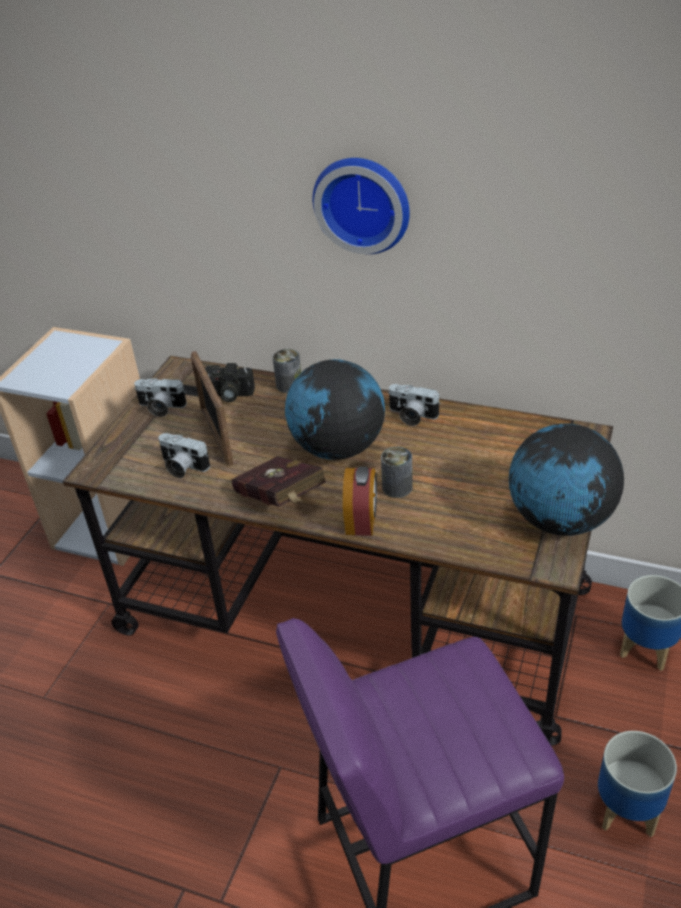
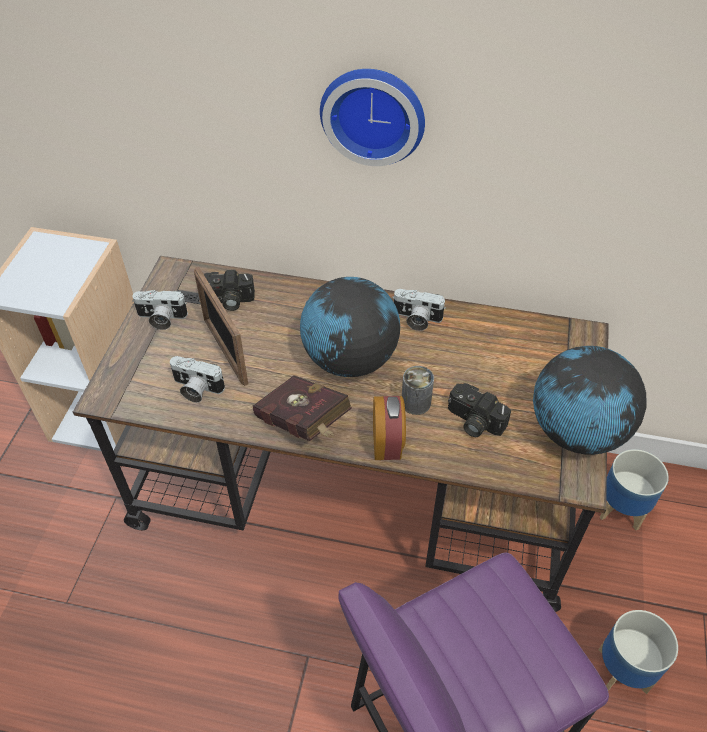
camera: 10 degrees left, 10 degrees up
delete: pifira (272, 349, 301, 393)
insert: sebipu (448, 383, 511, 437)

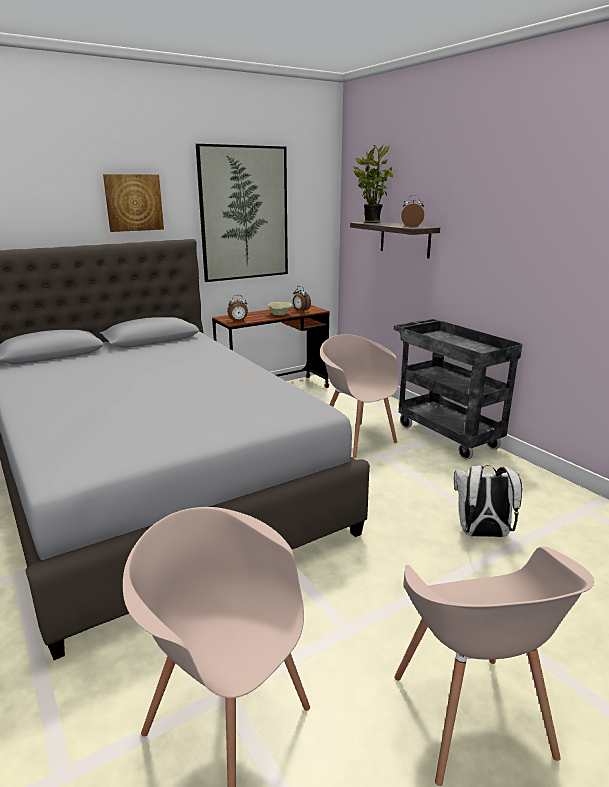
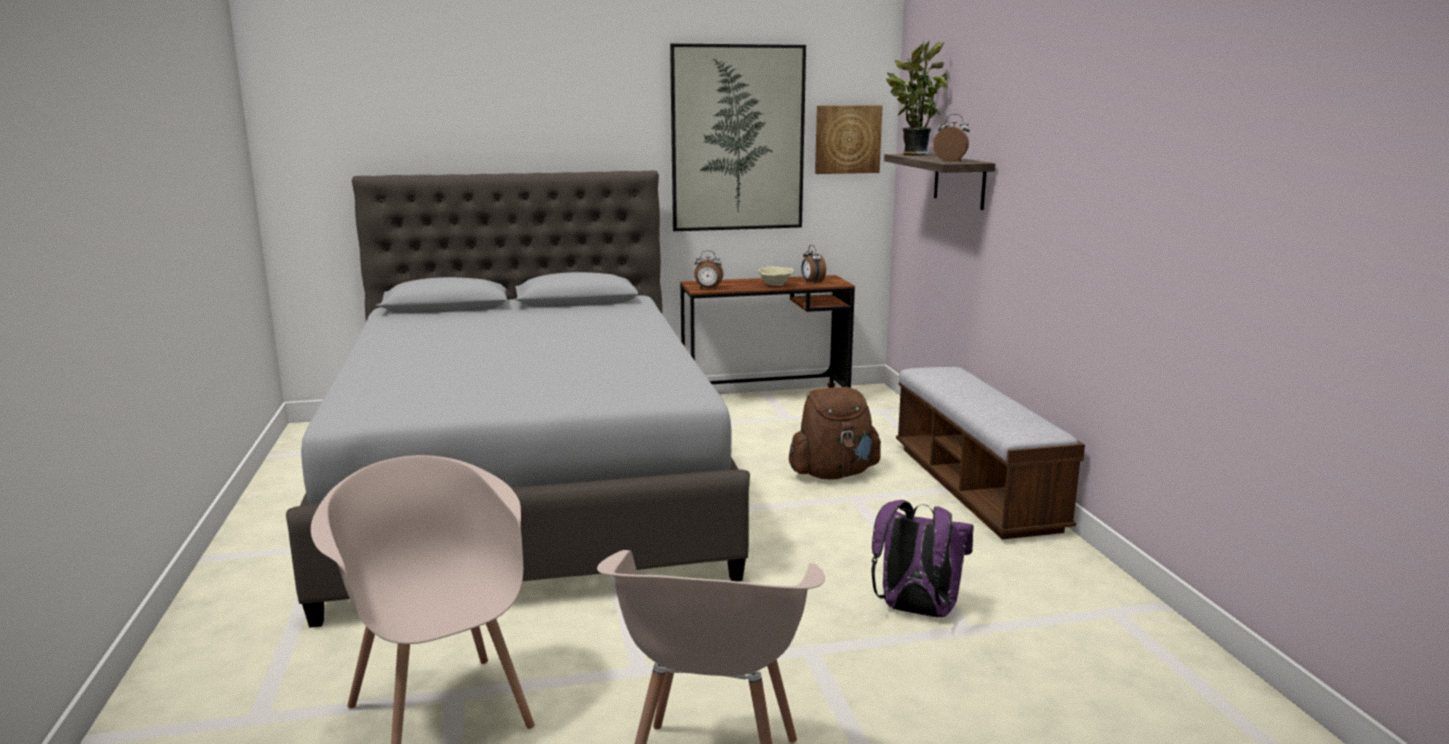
camera: 20 degrees right, 5 degrees down
move: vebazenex (103, 174, 164, 232) to (815, 105, 883, 174)
replace: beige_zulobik (320, 334, 398, 459) to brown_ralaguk (789, 387, 881, 479); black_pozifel (394, 319, 522, 460) to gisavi (896, 367, 1085, 540)
recolor: white_ralaguk (454, 465, 522, 537) to purple_ralaguk (871, 500, 974, 617)

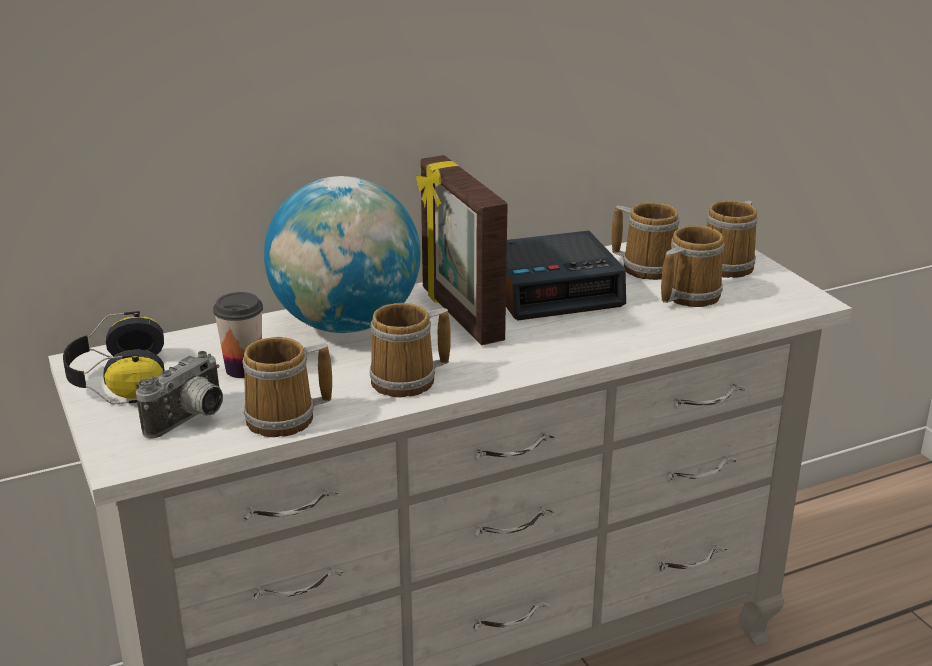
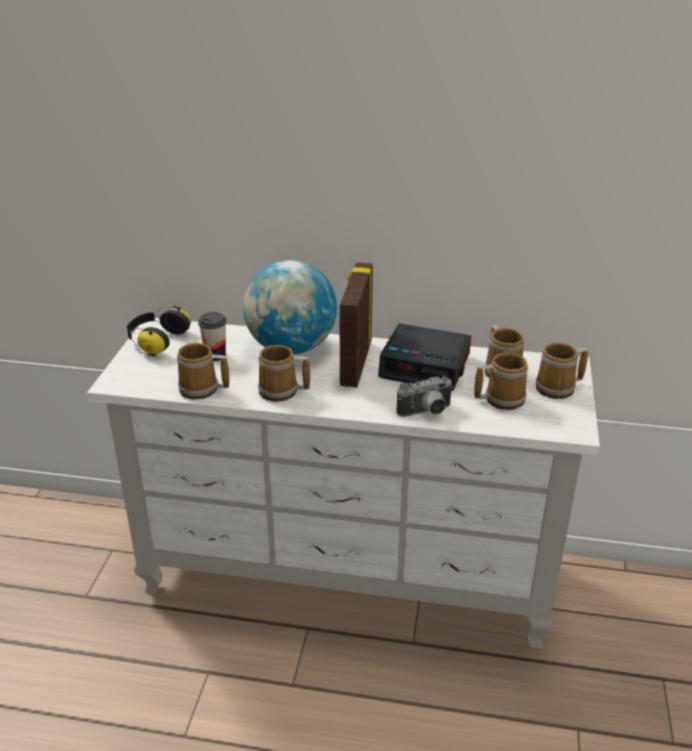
camera: 35 degrees right, 5 degrees up
move: sebipu (136, 351, 223, 438) to (397, 376, 453, 417)

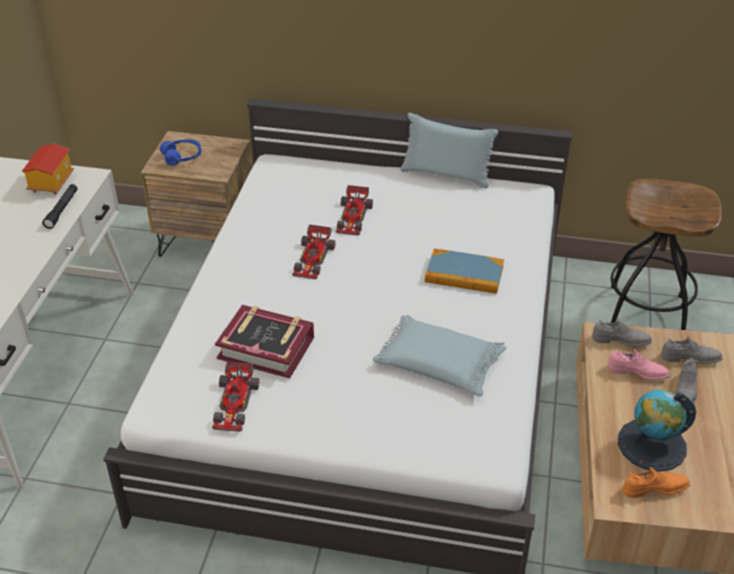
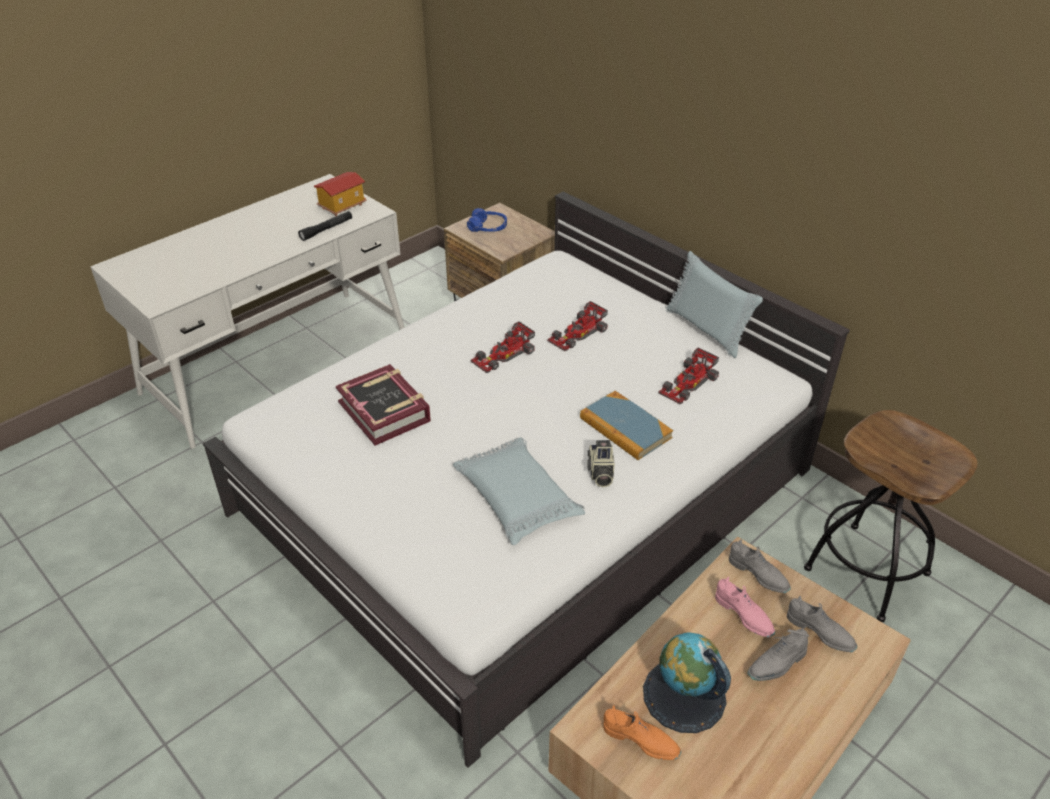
camera: 35 degrees right, 0 degrees up
insert: sebipu (587, 440, 615, 487)
move: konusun (212, 362, 260, 432) to (658, 347, 719, 404)

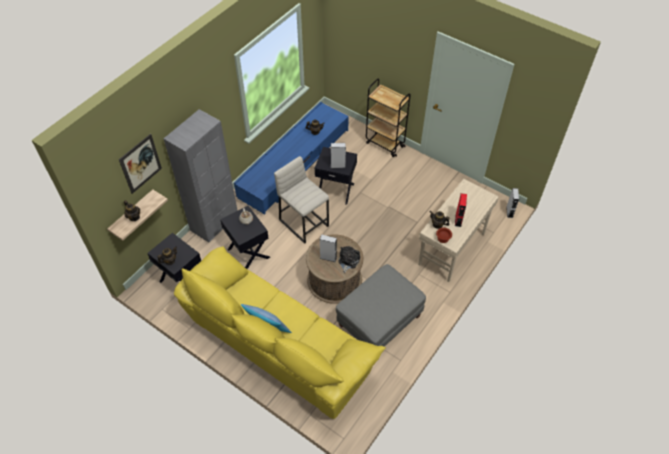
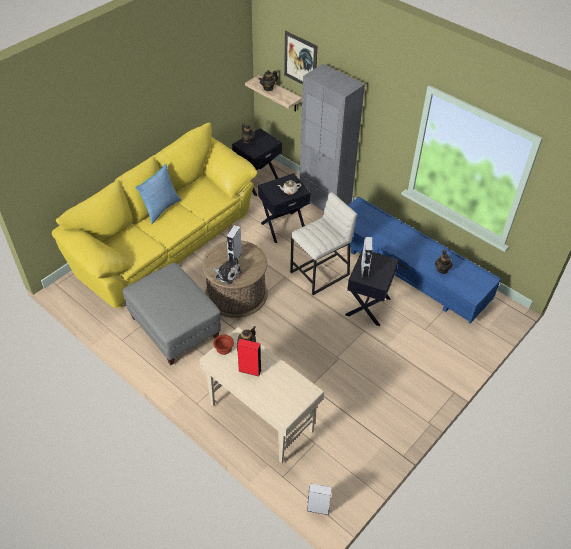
camera: 95 degrees right, 5 degrees down
delete: brown_pozifel (366, 79, 411, 157)

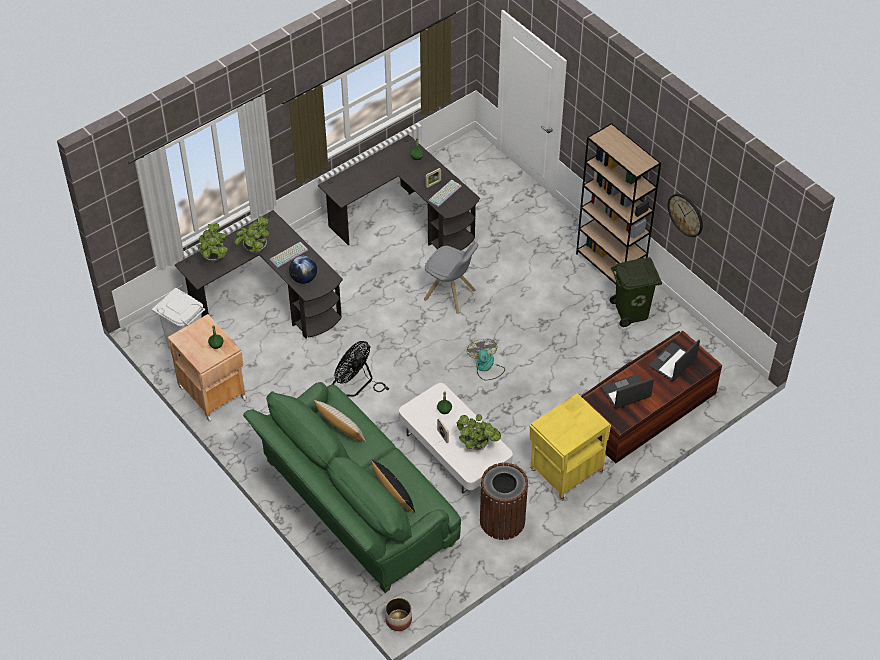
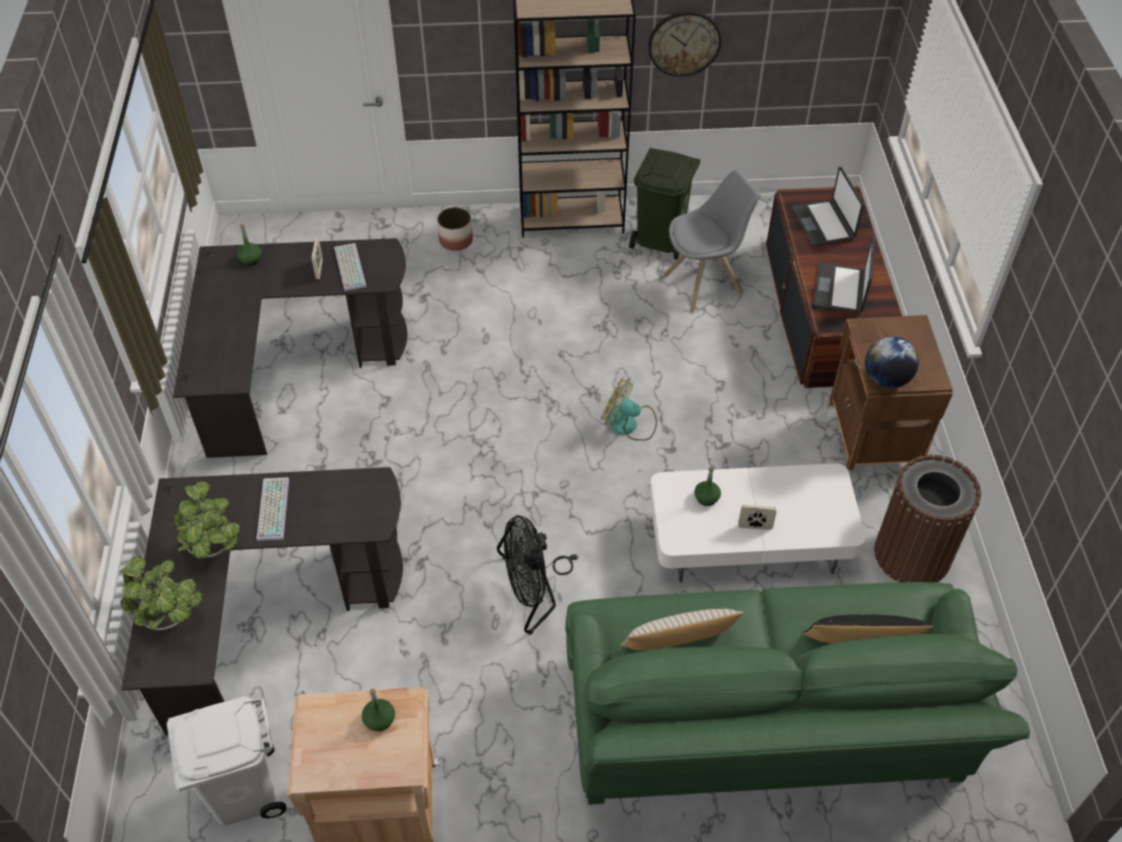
camera: 55 degrees left, 0 degrees up
delete: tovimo (456, 414, 501, 450)
move: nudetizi (385, 598, 412, 631) to (437, 207, 473, 251); grey_zulobik (424, 243, 478, 314) to (663, 170, 760, 313); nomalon (289, 256, 317, 284) to (865, 336, 919, 388)
recolor: yellow_pozifel (530, 393, 611, 501) to brown_pozifel (827, 315, 953, 473)

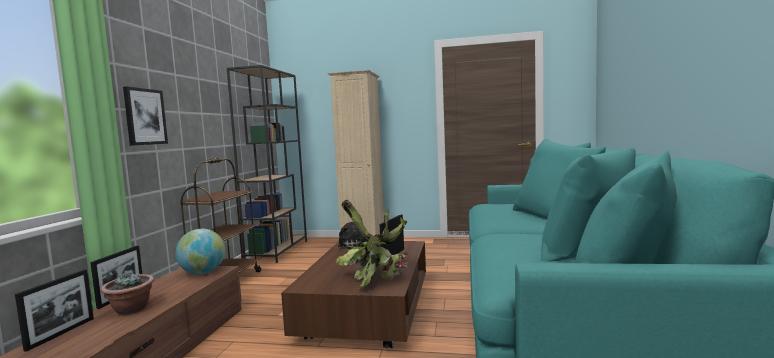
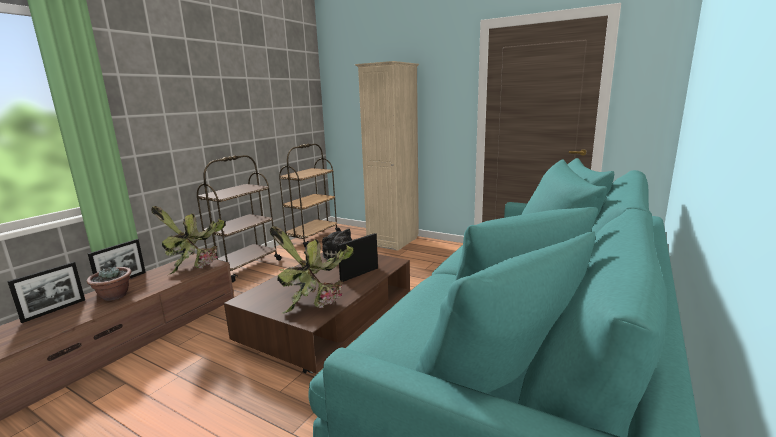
camera: 20 degrees right, 10 degrees up
delete: vebazenex (123, 86, 168, 146)
replace: nomalon (176, 229, 225, 275) to tovimo (151, 206, 226, 275); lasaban (227, 65, 307, 263) to brown_pozifel (279, 144, 341, 247)

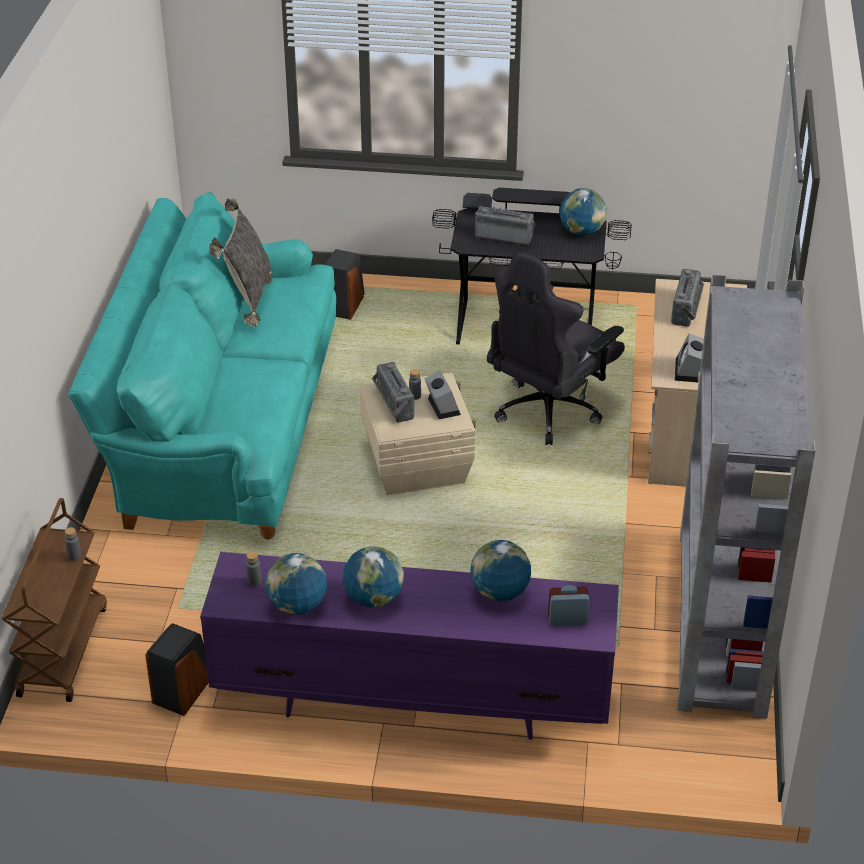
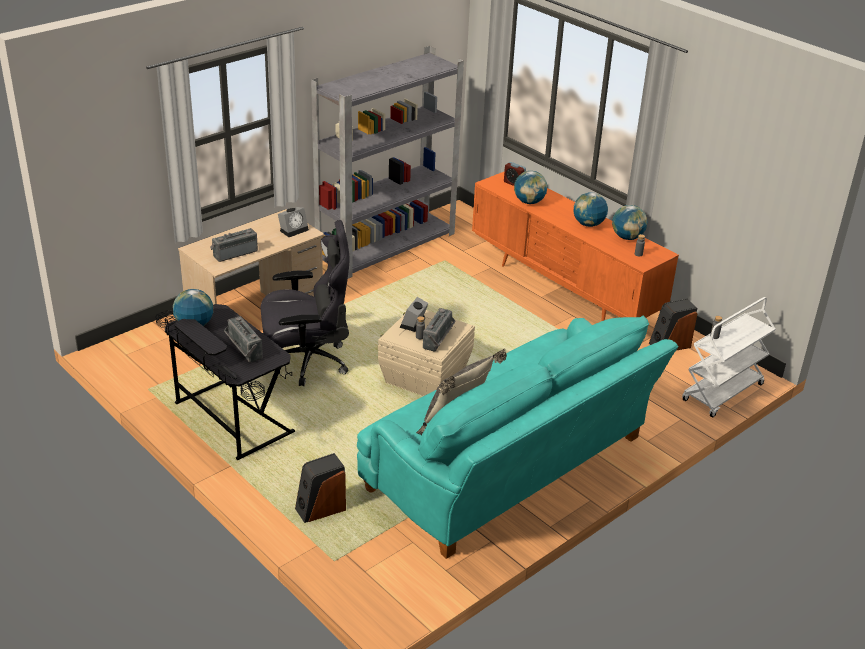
camera: 140 degrees left, 5 degrees down
recolor: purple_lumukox (200, 552, 619, 740) to orange_lumukox (472, 172, 679, 321); brown_pozifel (2, 498, 107, 702) to white_pozifel (682, 297, 776, 418)

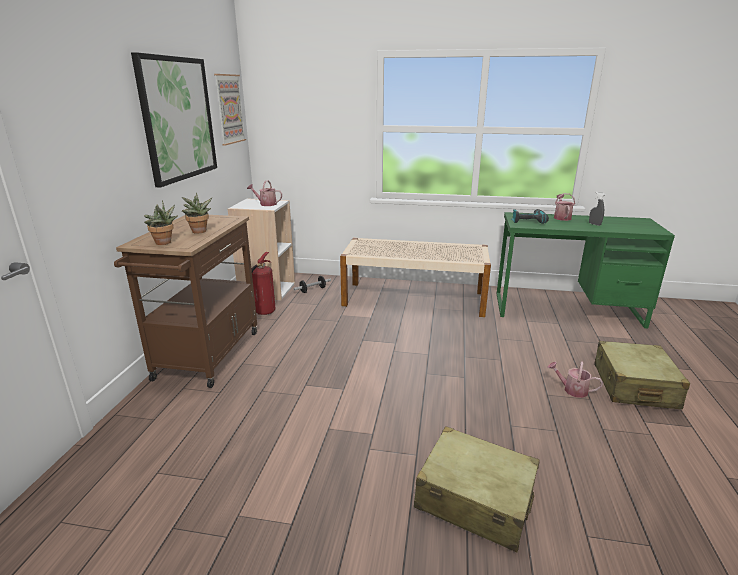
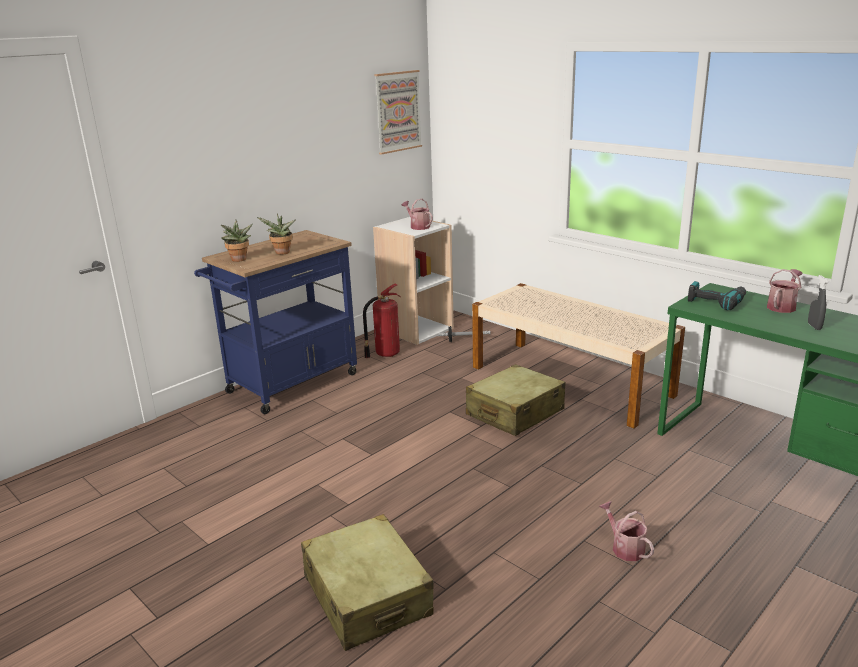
camera: 35 degrees right, 0 degrees up
delete: vebazenex (131, 52, 217, 187)
move: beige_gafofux (594, 341, 690, 409) to (466, 364, 565, 436)
recolor: brown_pozifel (114, 215, 258, 388) to blue_pozifel (194, 230, 357, 414)

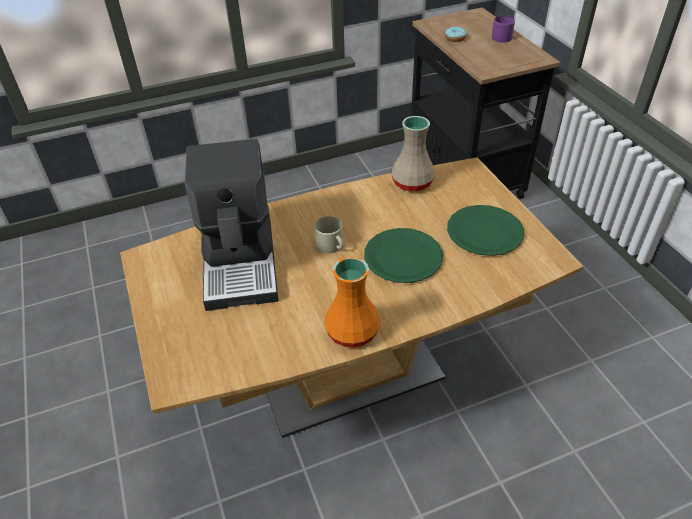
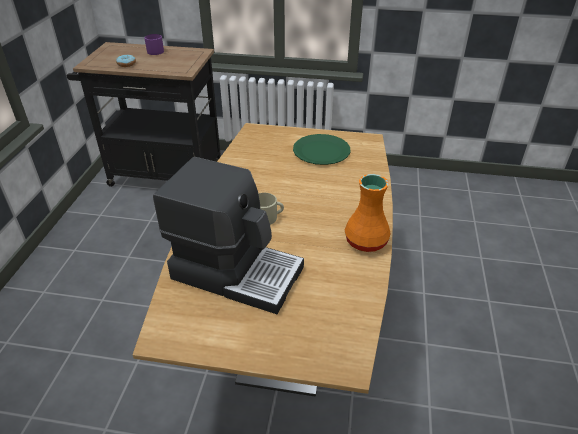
camera: 60 degrees left, 5 degrees down
delete: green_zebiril (364, 228, 443, 283); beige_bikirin (392, 116, 435, 192)

